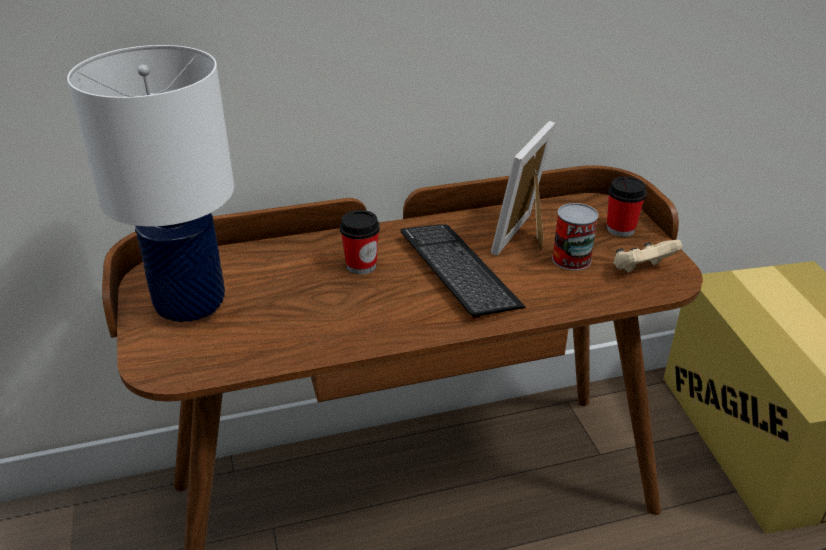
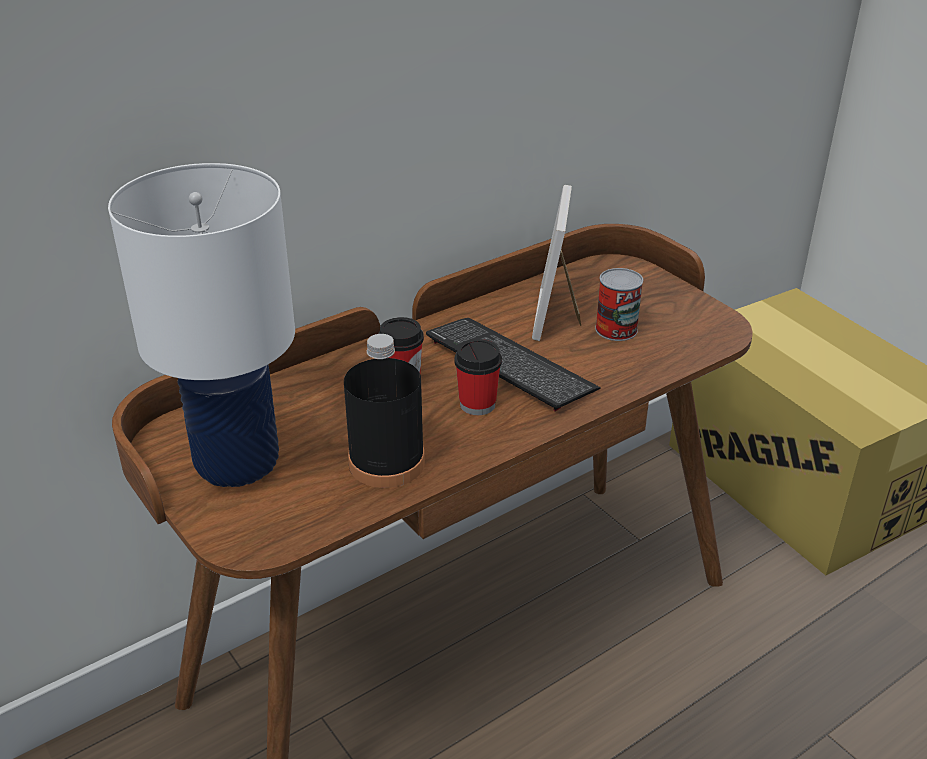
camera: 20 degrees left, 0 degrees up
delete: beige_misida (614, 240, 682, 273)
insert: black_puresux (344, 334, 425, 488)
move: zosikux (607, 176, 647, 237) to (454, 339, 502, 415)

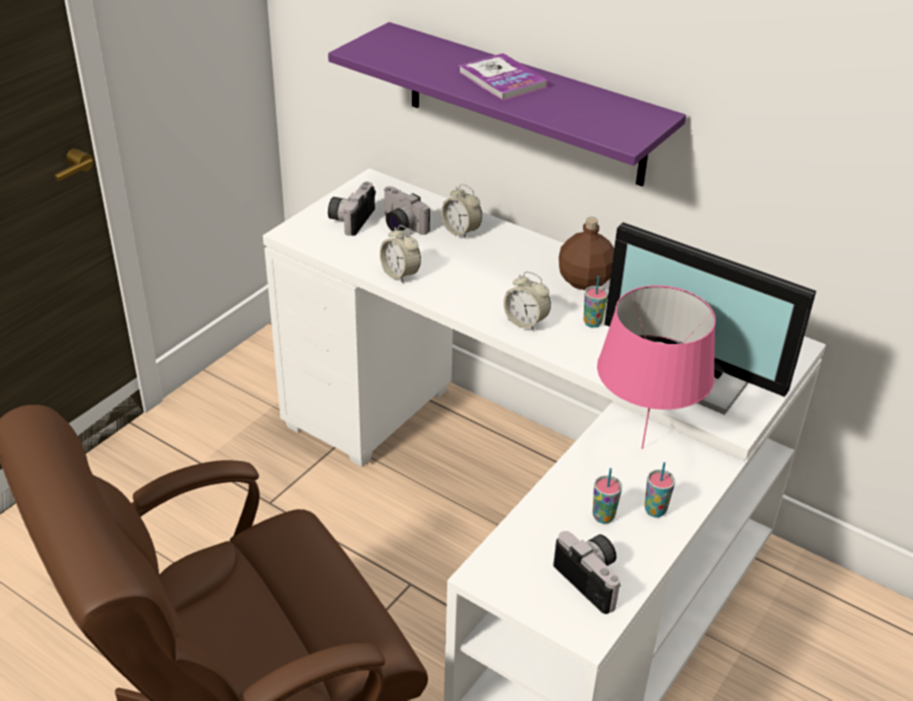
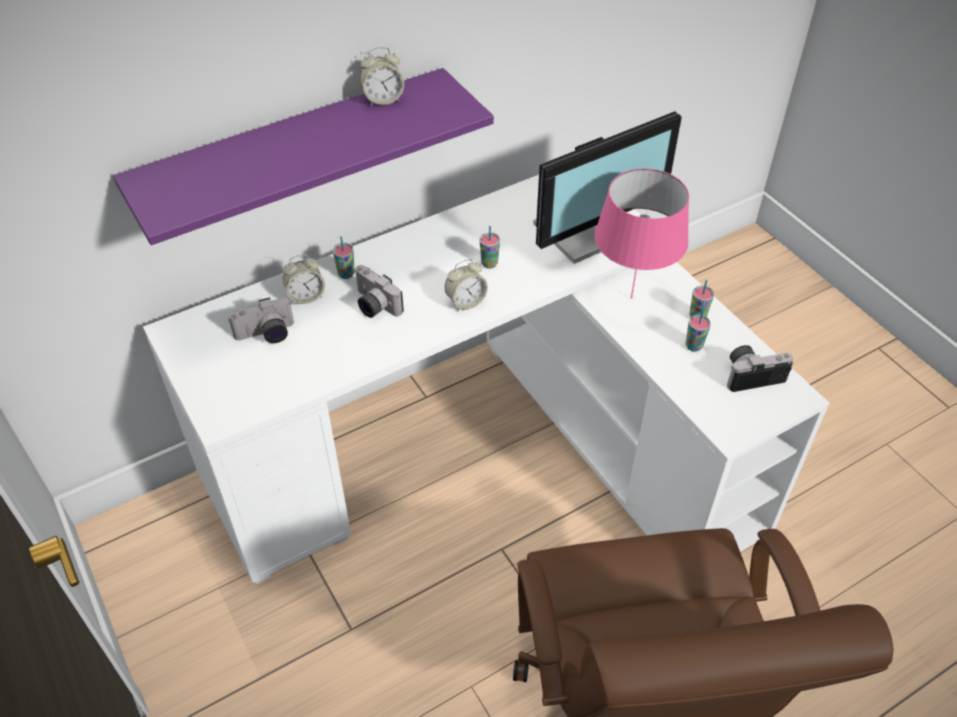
camera: 65 degrees left, 10 degrees up
delete: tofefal (458, 53, 549, 101); brown_puresux (559, 217, 614, 290)
insert: zosikux (333, 236, 355, 279)
move: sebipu (328, 182, 376, 236) to (354, 265, 404, 318); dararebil (380, 225, 421, 283) to (360, 47, 404, 106)

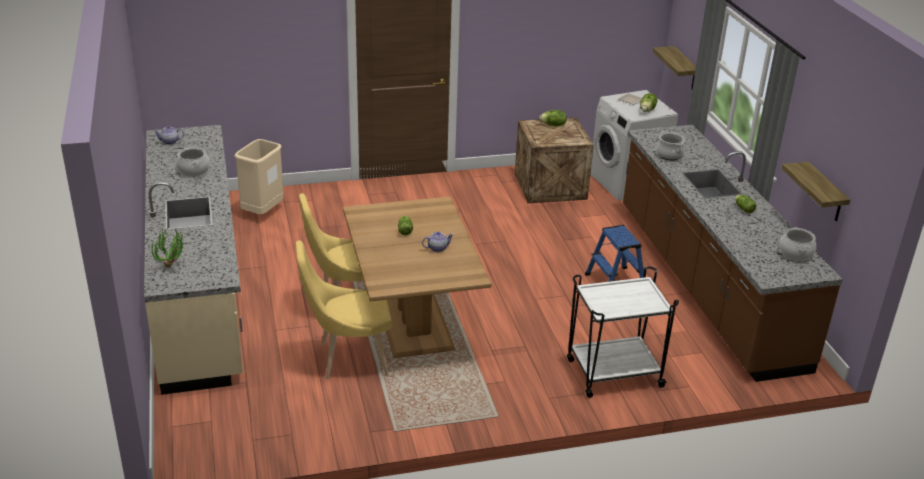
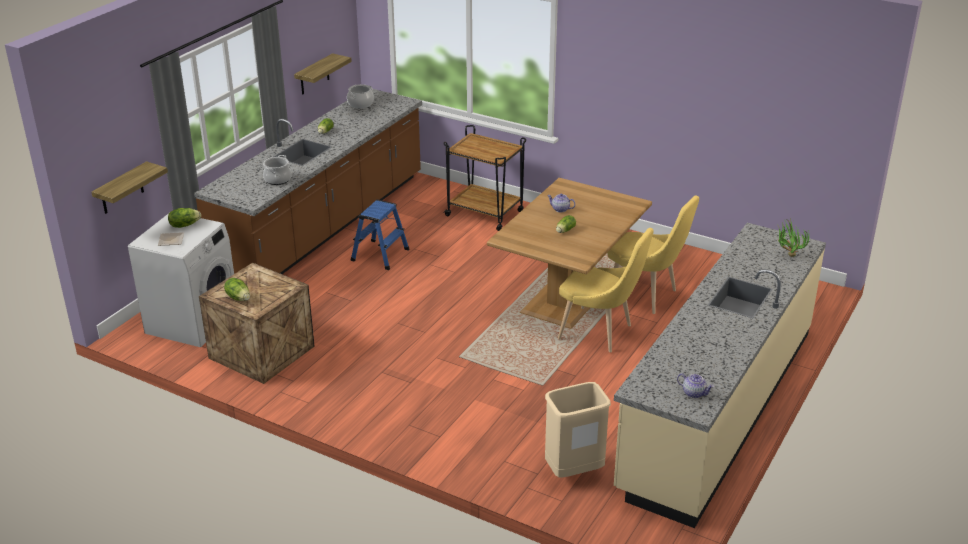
camera: 135 degrees left, 0 degrees up
delete: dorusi (176, 147, 210, 177)
recolor: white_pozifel (567, 266, 679, 398) to brown_pozifel (444, 125, 526, 231)

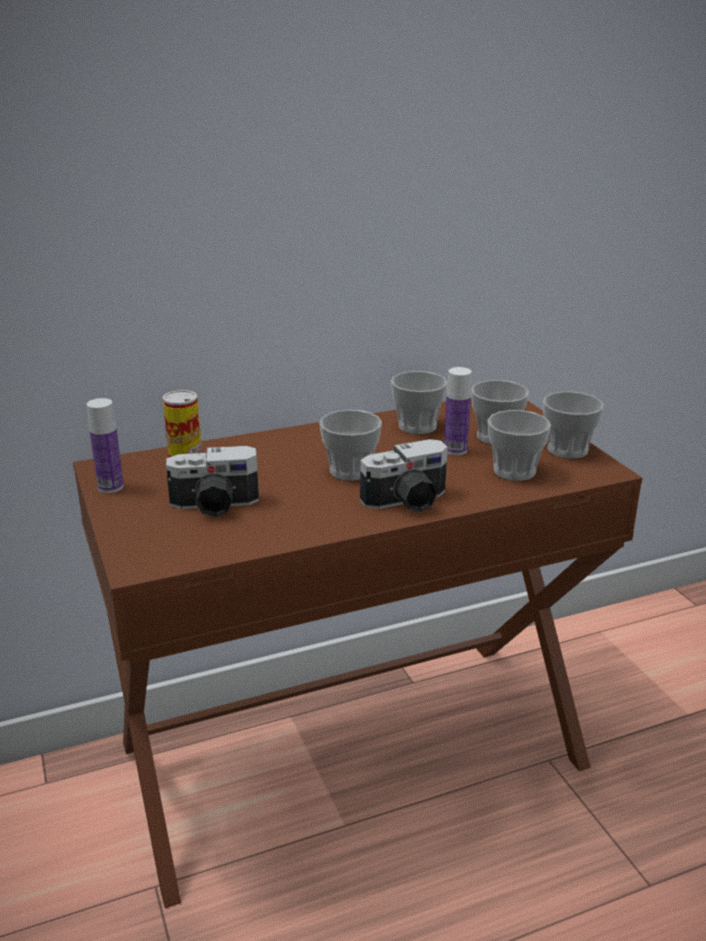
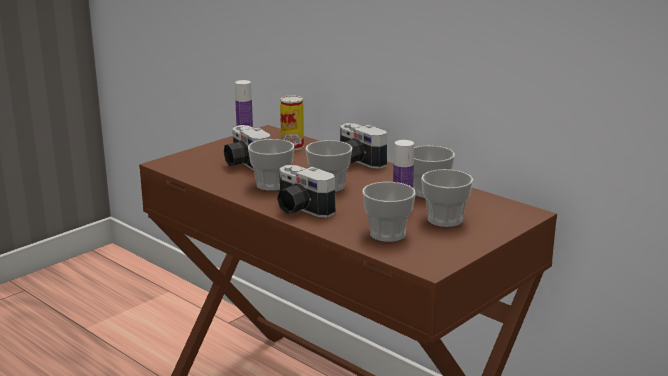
camera: 65 degrees right, 5 degrees down
insert: sebipu (340, 123, 387, 169)
move: zosikux (543, 392, 604, 459) to (248, 139, 294, 191)

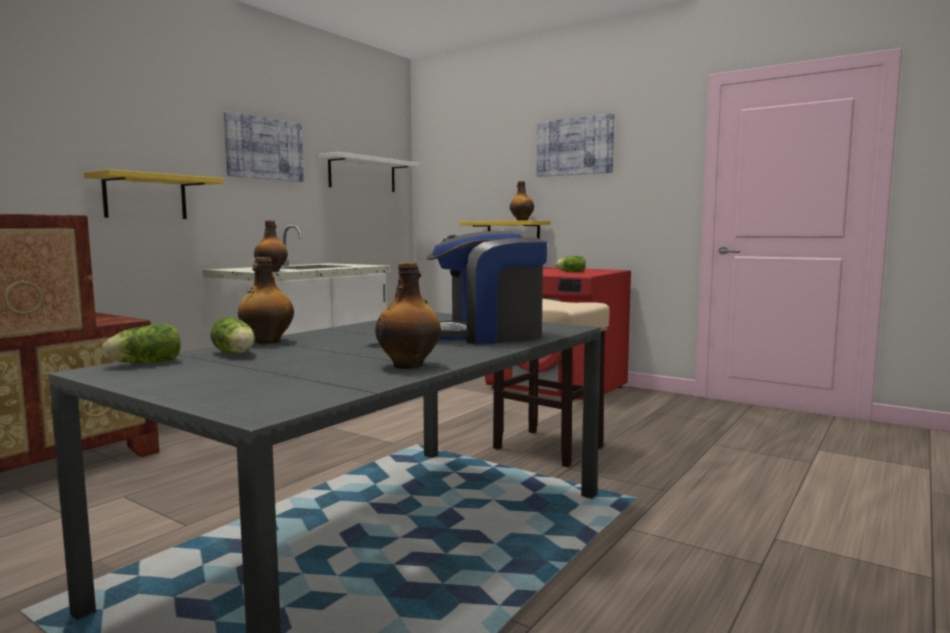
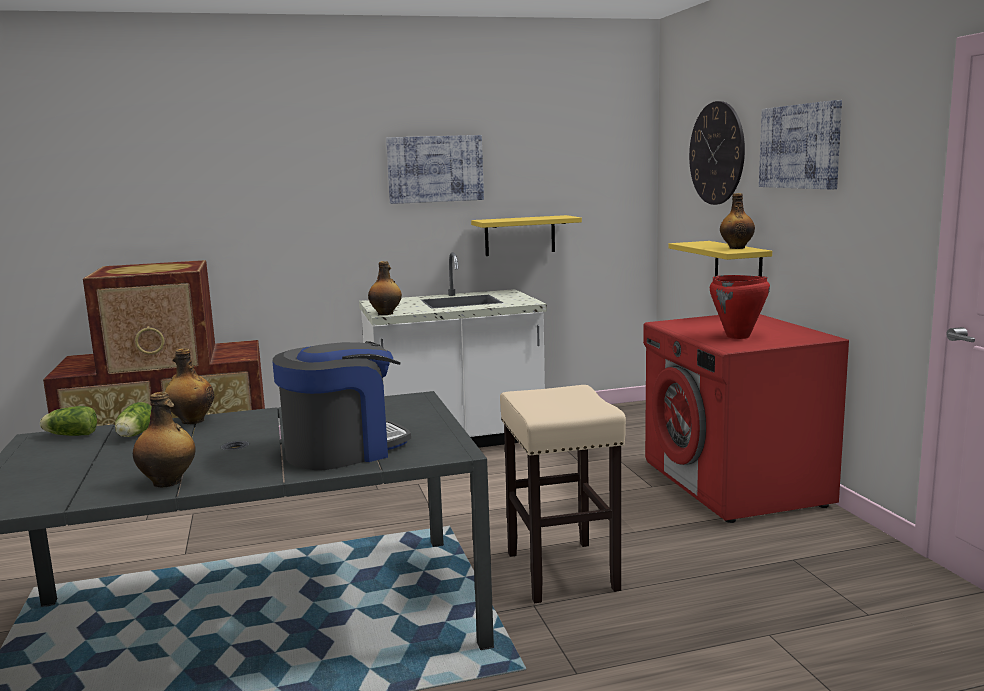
camera: 40 degrees right, 5 degrees up
delete: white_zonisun (319, 152, 419, 192)
insert: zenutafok (689, 101, 745, 205)
move: yellow_zonisun (84, 169, 224, 219) to (471, 215, 582, 256)
replace: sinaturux (555, 256, 586, 272) to red_dorusi (710, 275, 770, 339)
rotate: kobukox (427, 231, 547, 344) = (272, 341, 411, 470) 120 degrees clockwise

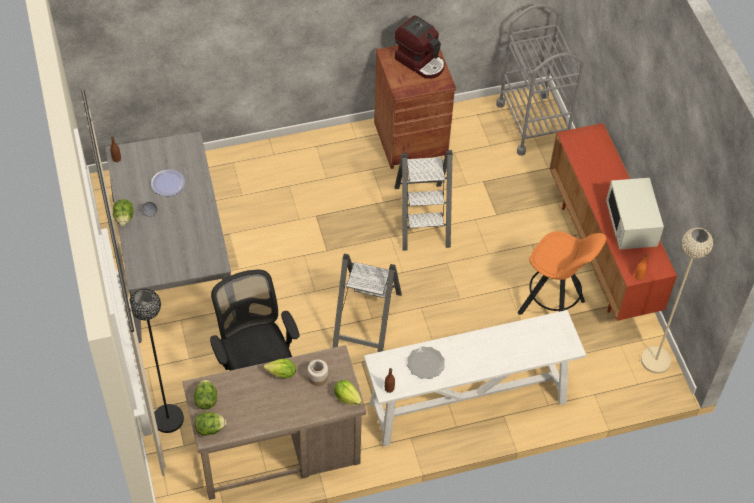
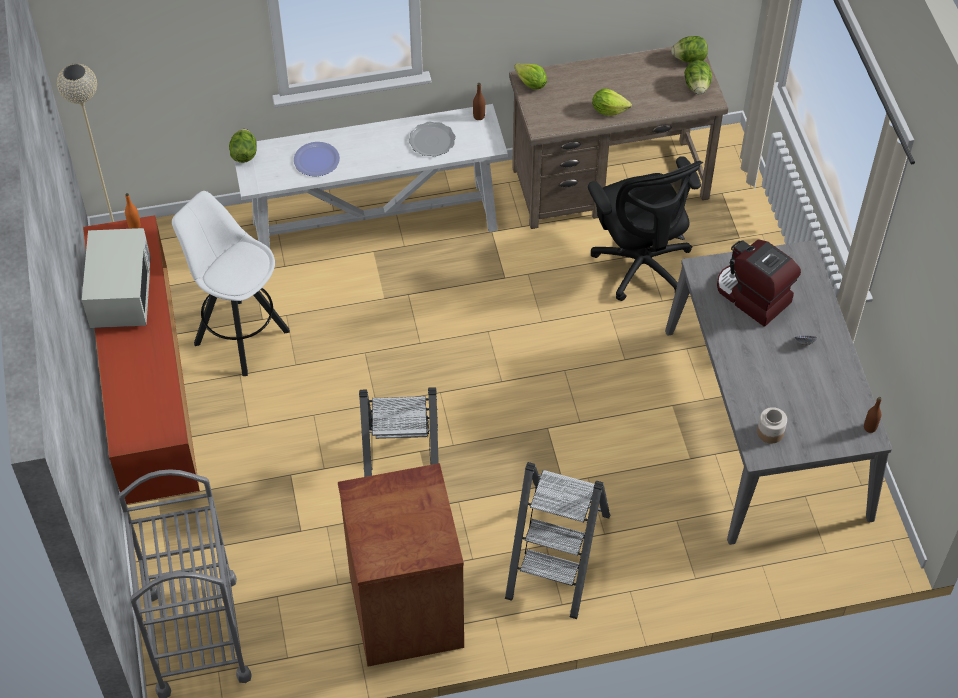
camera: 175 degrees left, 0 degrees up
delete: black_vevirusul (130, 289, 184, 433)
move: sinaturux (113, 199, 134, 226) to (229, 129, 257, 163); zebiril (151, 169, 185, 196) to (294, 142, 340, 176); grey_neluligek (332, 254, 402, 352) to (505, 462, 610, 619); kobukox (394, 15, 445, 79) to (717, 239, 801, 326); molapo (308, 360, 328, 386) to (757, 407, 787, 443)
recolor: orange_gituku (518, 231, 606, 315) to white_gituku (172, 191, 290, 376)

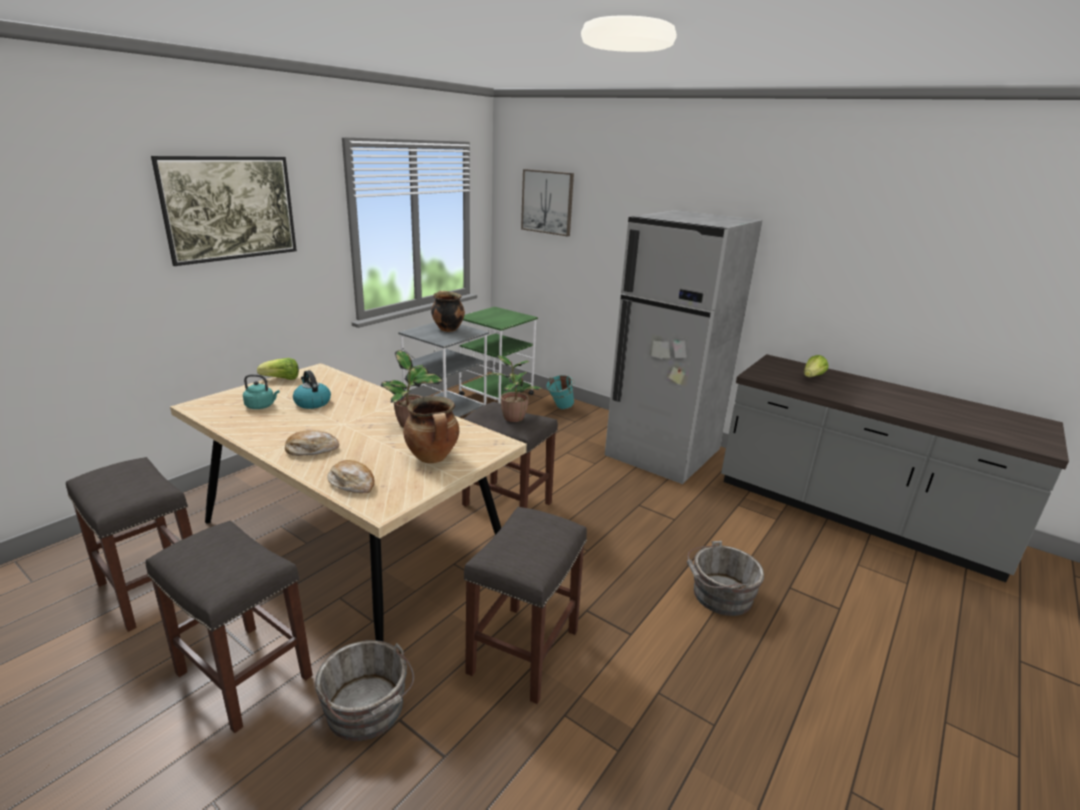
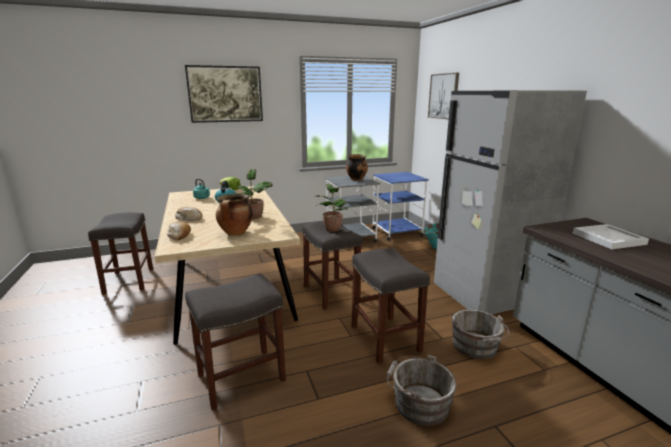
camera: 35 degrees right, 5 degrees down
move: grey_gituku (146, 521, 313, 733) to (352, 249, 430, 363); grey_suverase (315, 640, 414, 741) to (452, 309, 510, 359)
replace: sinaturux (804, 355, 828, 377) to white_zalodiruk (573, 224, 649, 249)
recolor: green_pozifel (459, 307, 538, 404) to blue_pozifel (372, 172, 429, 241)

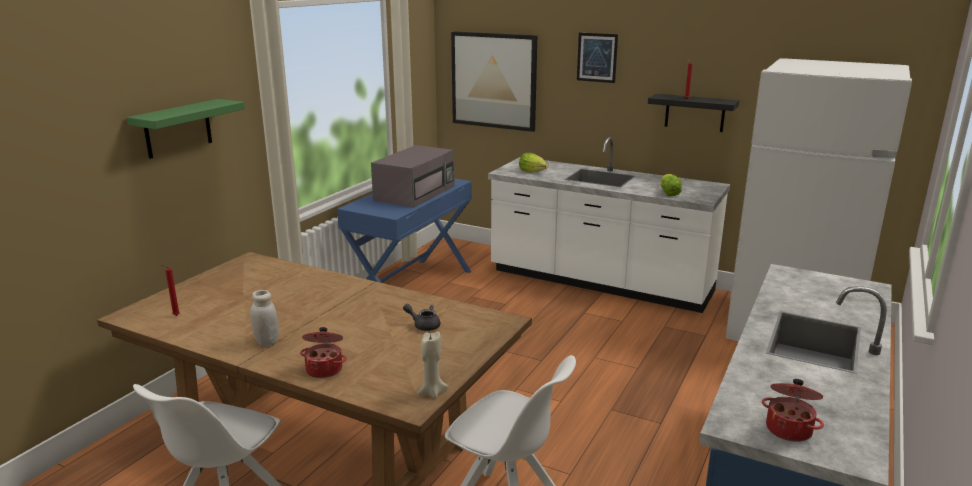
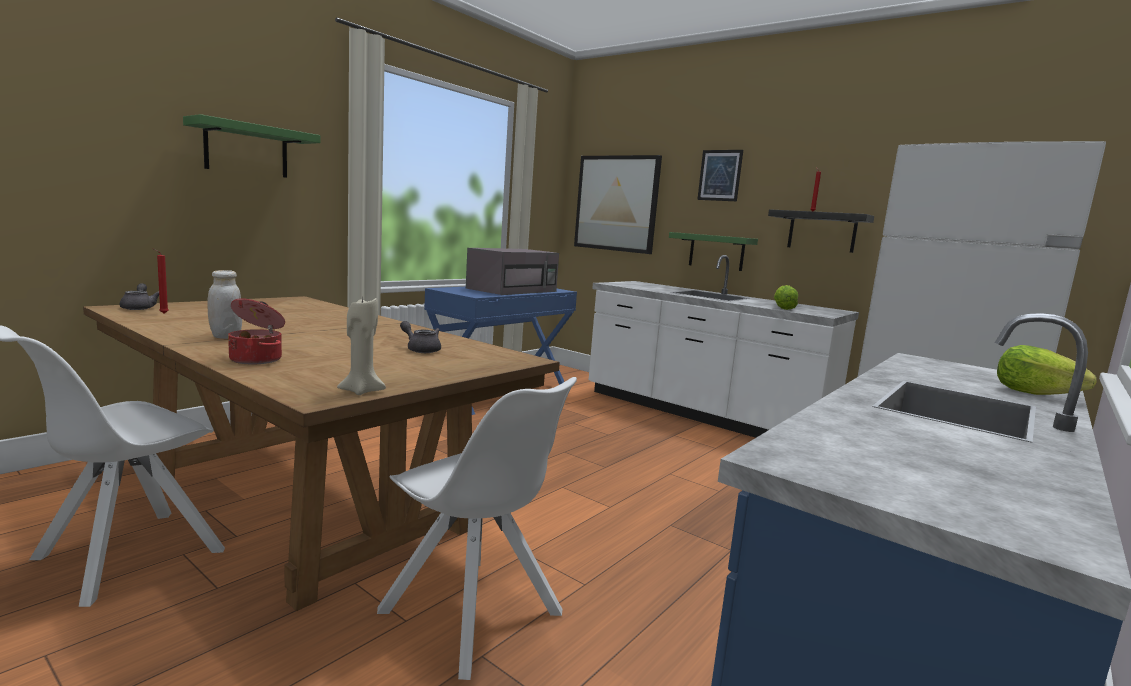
camera: 10 degrees right, 10 degrees down
delete: dorusi (762, 379, 824, 442)
insert: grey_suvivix (119, 283, 159, 310); green_zonisun (669, 232, 758, 271)
move: sinaturux (519, 153, 548, 173) to (997, 345, 1097, 395)

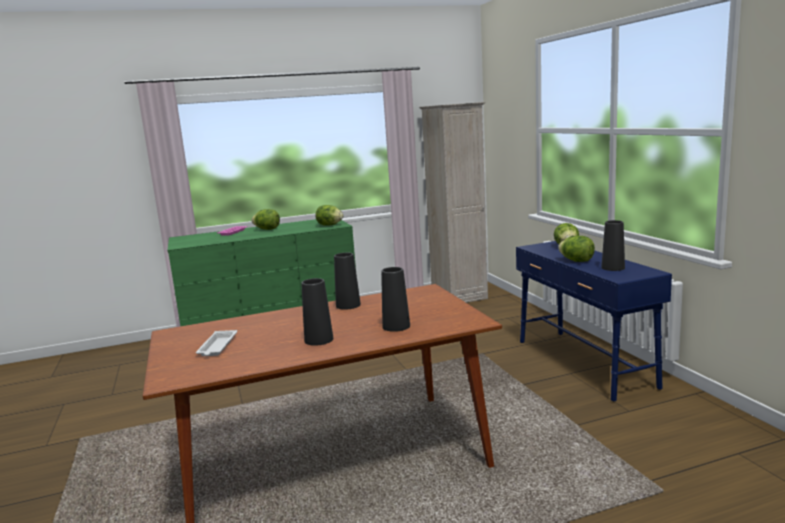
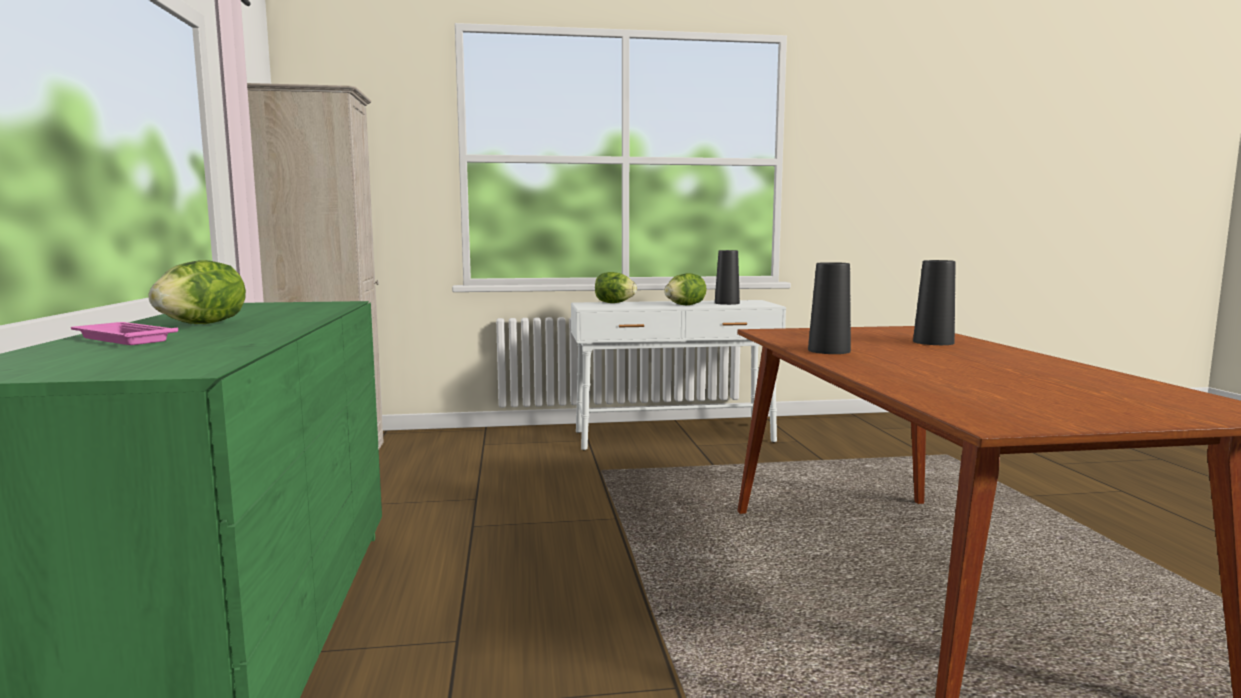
camera: 80 degrees left, 5 degrees down
delete: white_zalodiruk (196, 330, 237, 356); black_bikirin (301, 278, 333, 346); sinaturux (315, 205, 343, 226)
recolor: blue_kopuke (516, 241, 672, 401) to white_kopuke (571, 300, 786, 450)

